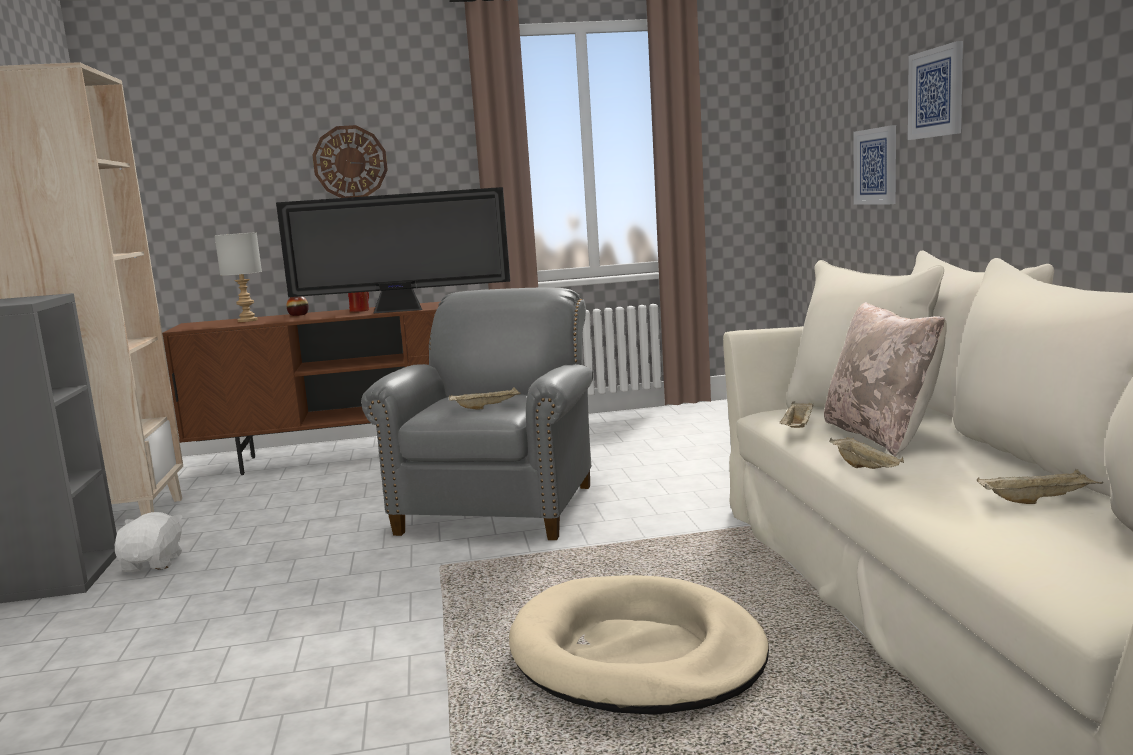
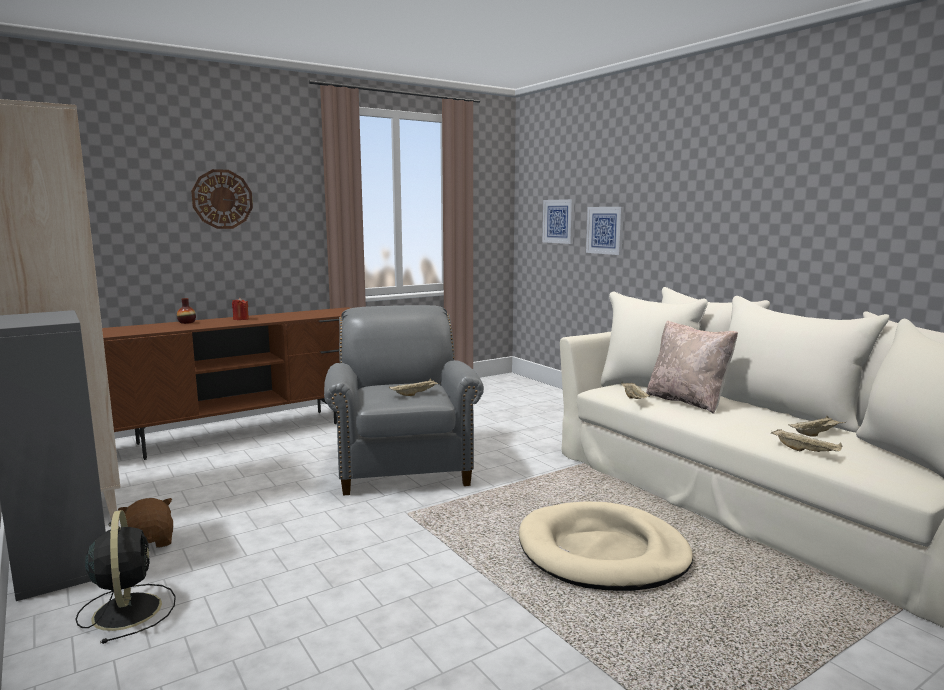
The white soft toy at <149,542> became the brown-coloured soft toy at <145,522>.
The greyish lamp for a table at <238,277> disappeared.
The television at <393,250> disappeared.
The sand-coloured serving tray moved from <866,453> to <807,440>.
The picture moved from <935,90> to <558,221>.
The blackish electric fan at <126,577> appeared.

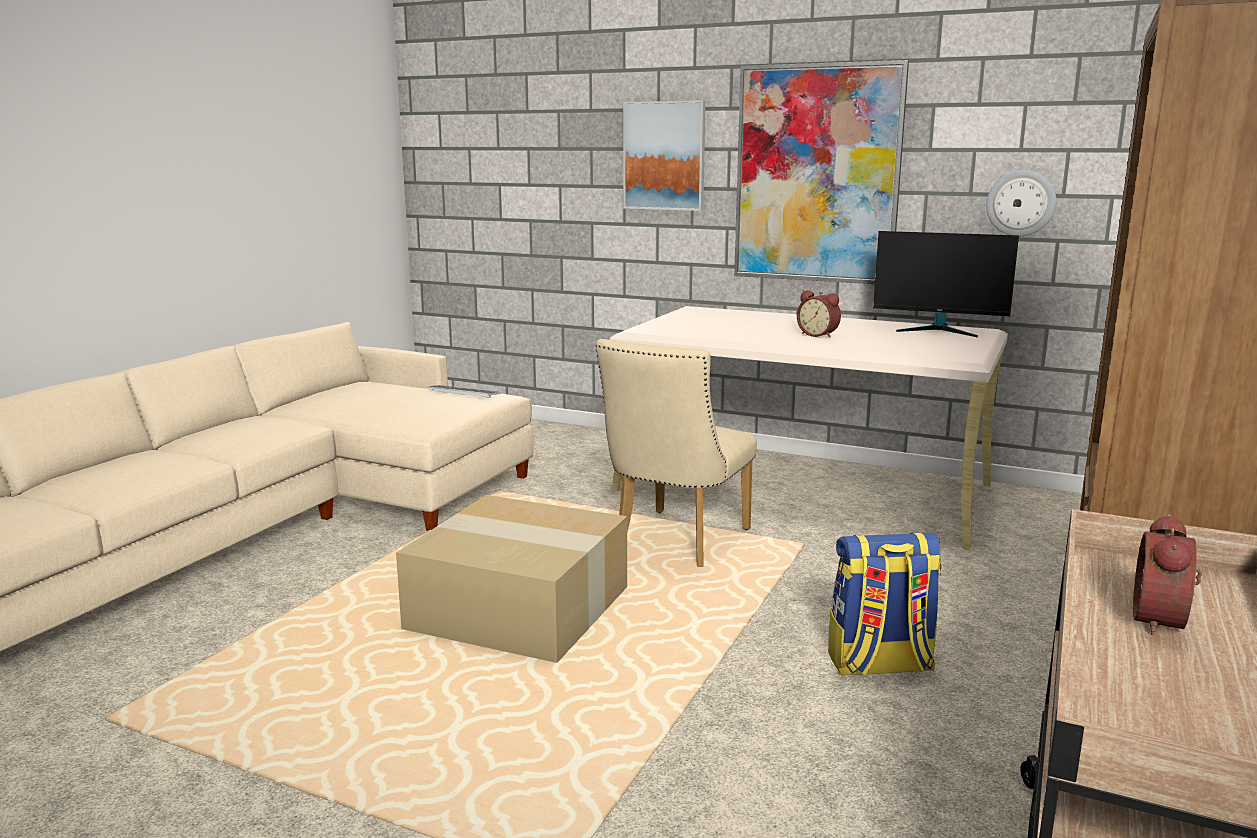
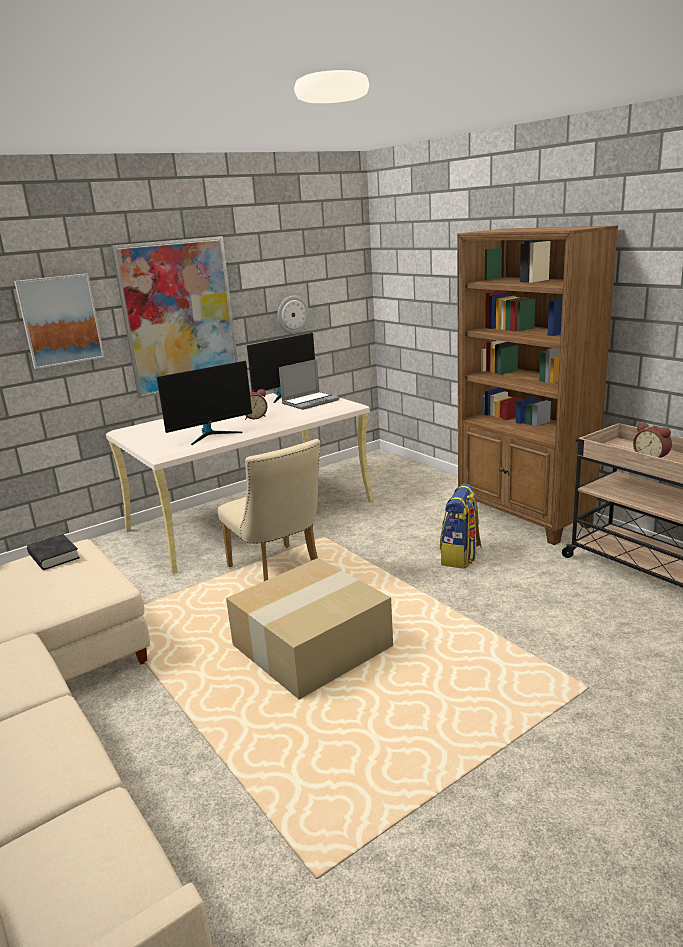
The keyboard at <464,391> was replaced by the blackish volume at <53,552>.
The computer display at <204,403> appeared.
The laptop at <309,384> appeared.

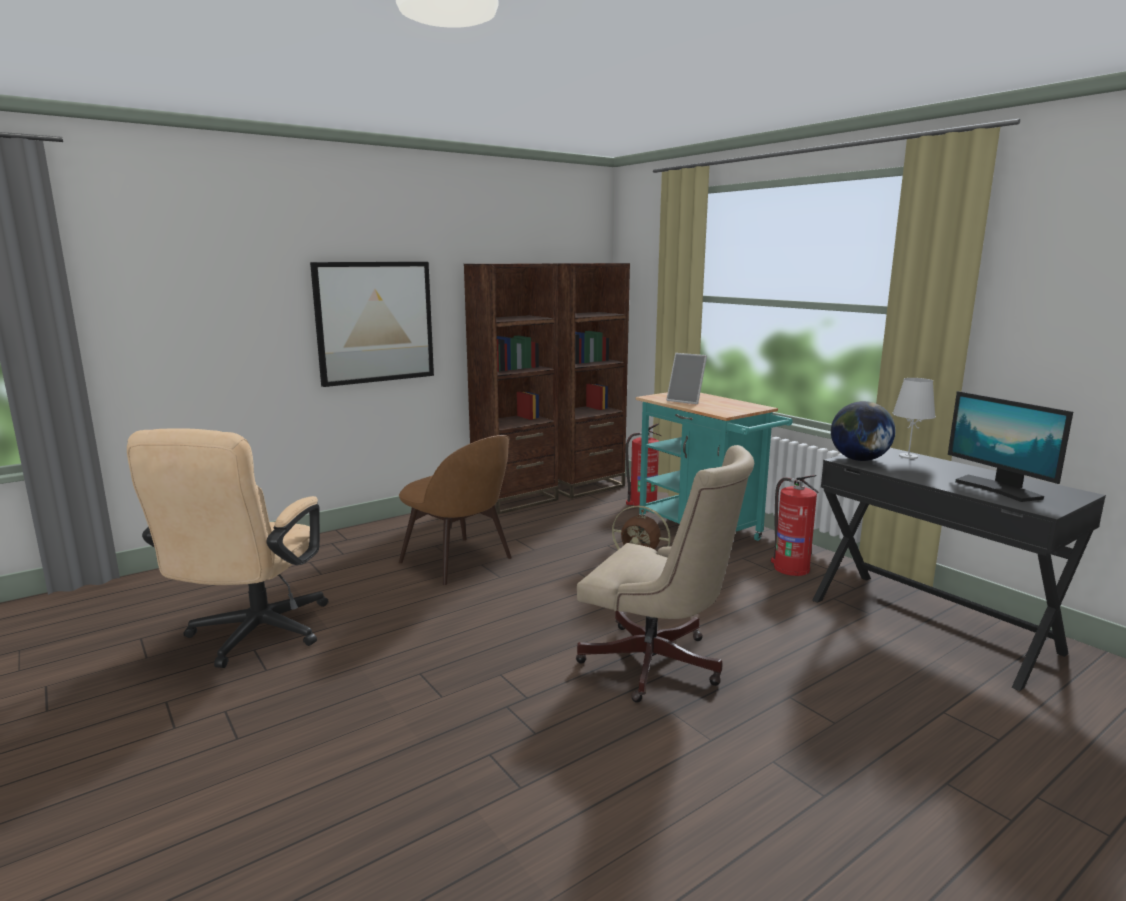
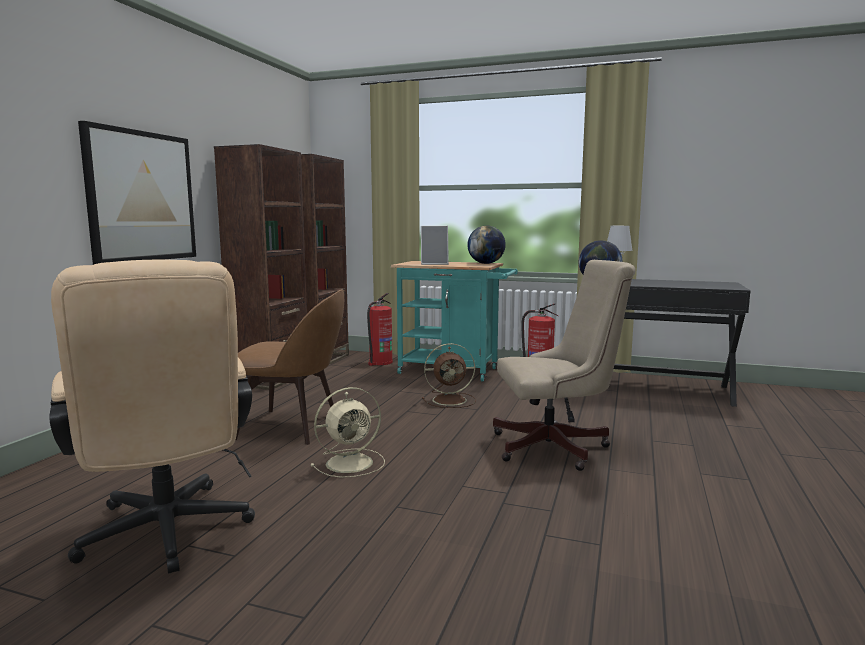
The computer display at <1010,446> disappeared.
The sand-coloured electric fan at <348,432> appeared.
The world globe at <486,245> appeared.

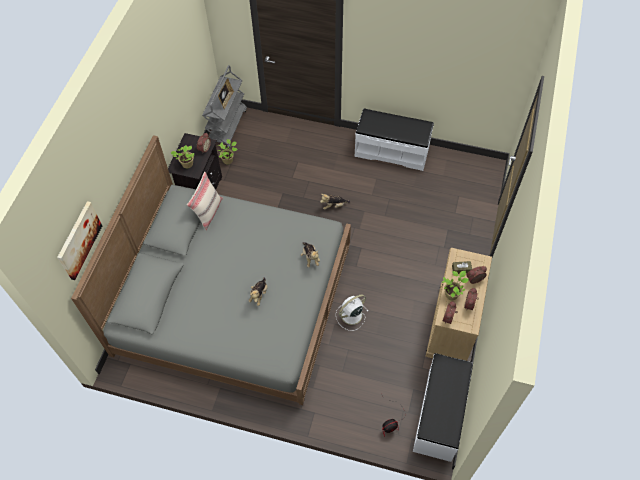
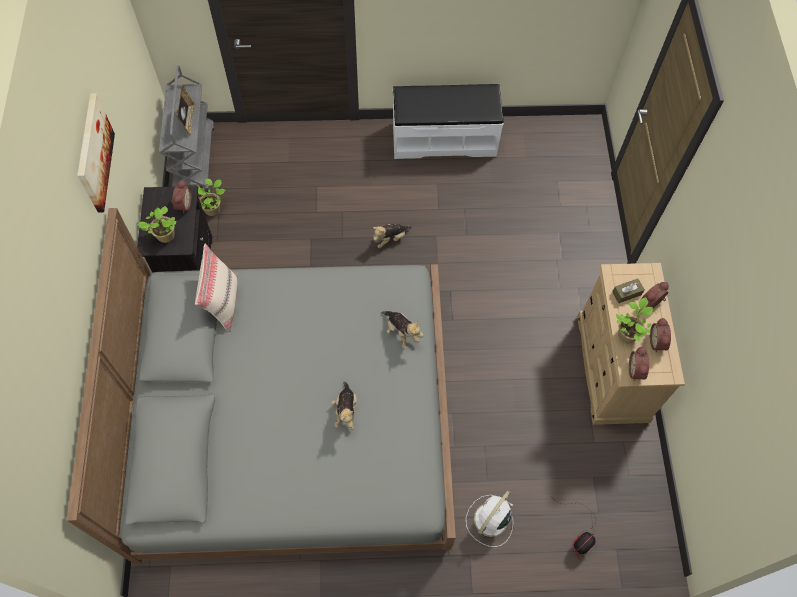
The picture moved from <79,240> to <96,153>.
The white electric fan moved from <352,313> to <490,519>.
The white indoor bench at <442,407> disappeared.

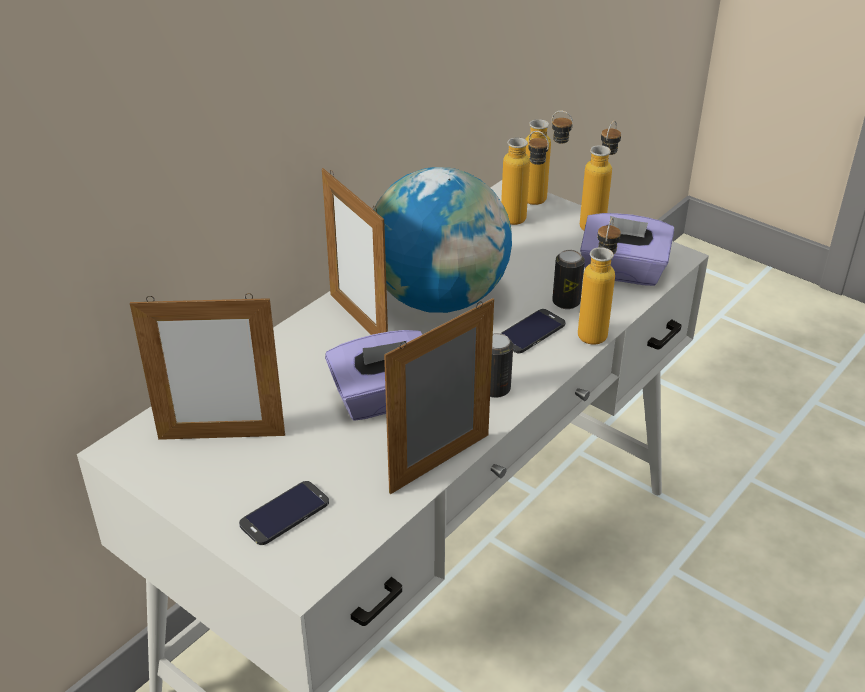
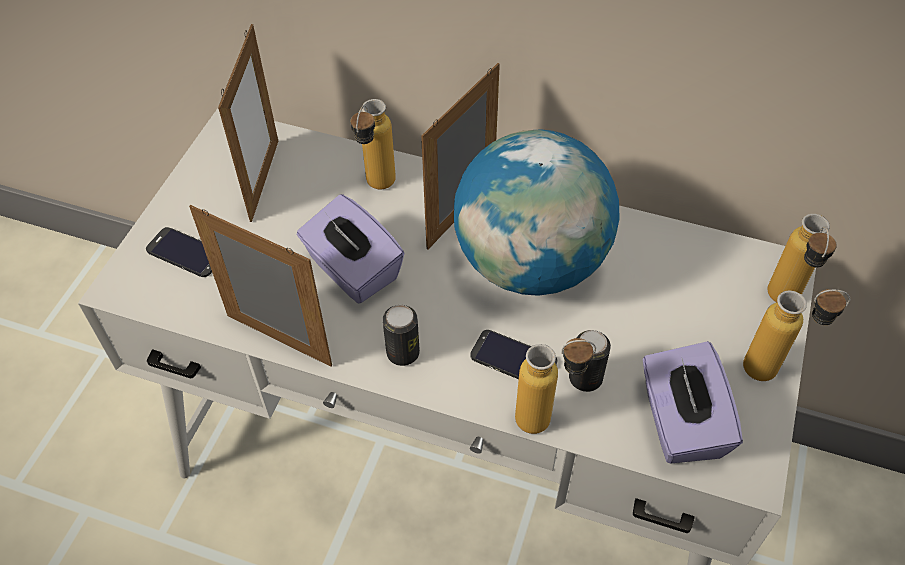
The standing frame at <207,366> turned 150 degrees counterclockwise.
The drink bottle moved from <525,178> to <373,144>.

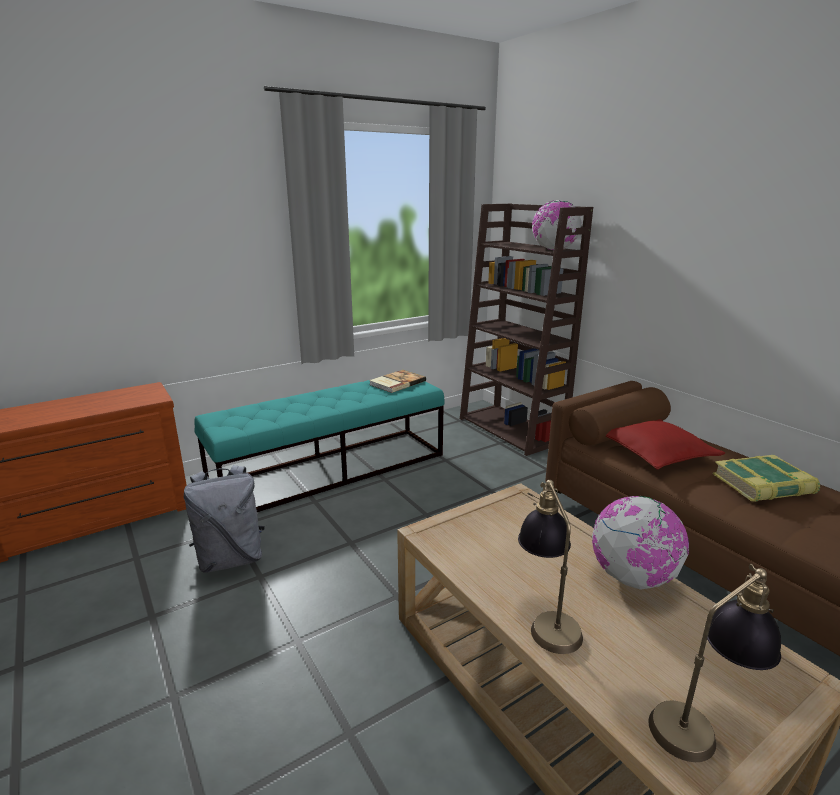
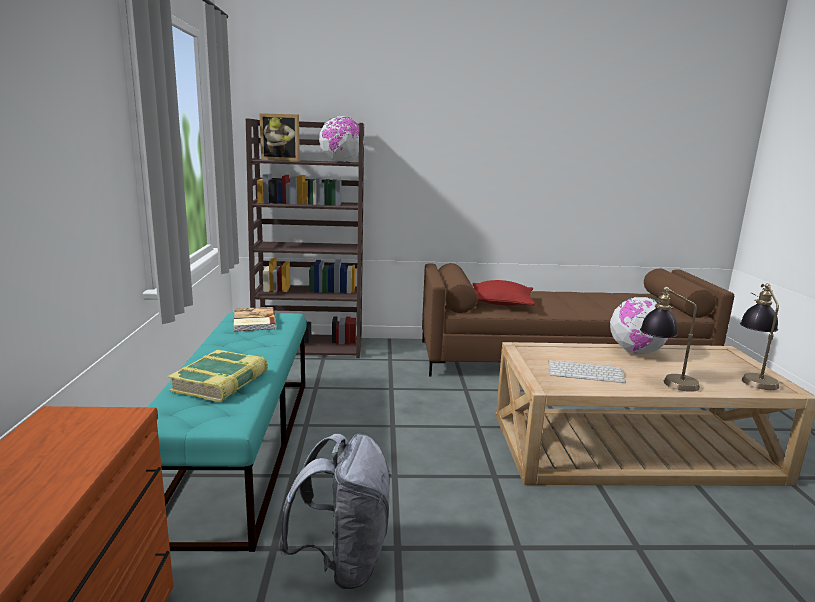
The volume moved from <766,478> to <218,376>.
The standing frame at <279,137> appeared.
The keyboard at <587,371> appeared.

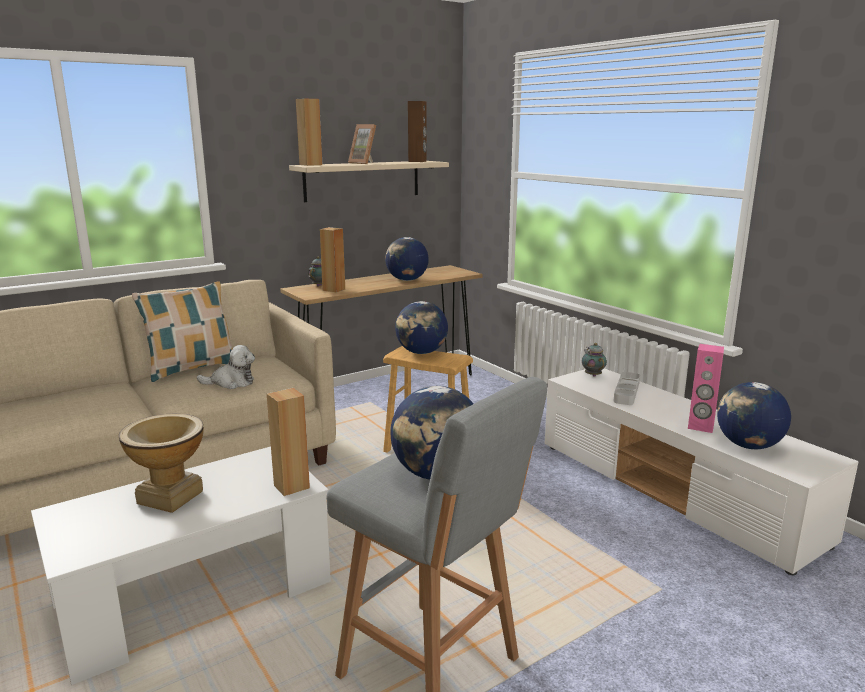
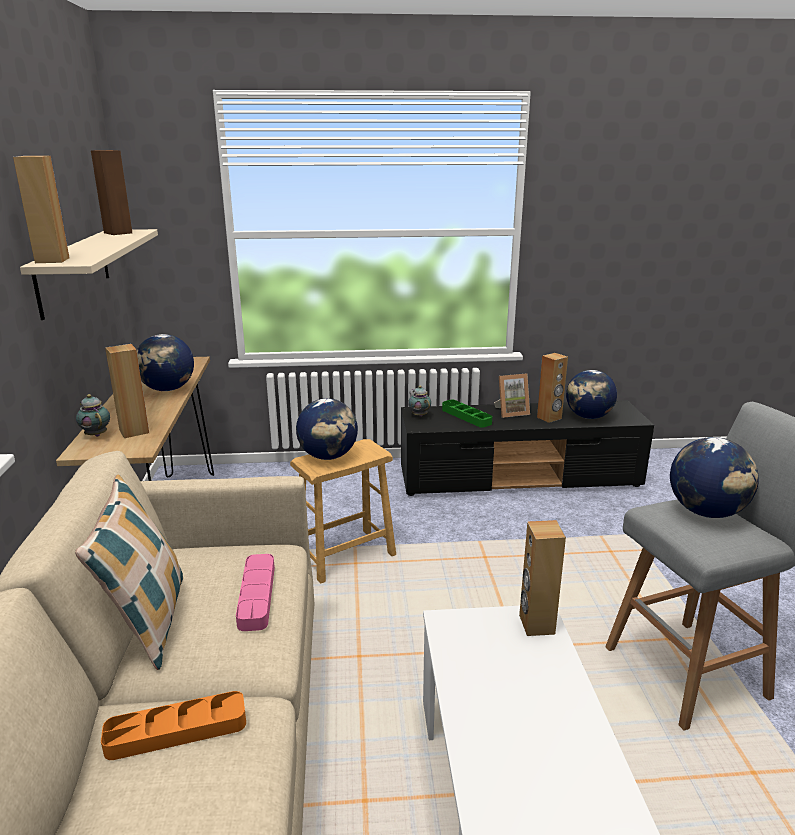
The flower vase at <161,463> disappeared.
The soft toy at <226,367> was replaced by the pinkish serving tray at <255,592>.
The standing frame moved from <362,144> to <512,395>.
The white media console at <702,471> became the blackish media console at <527,448>.
The tea pot at <594,360> turned 45 degrees clockwise.
The greyish serving tray at <626,388> became the greenish serving tray at <467,414>.
The pinkish speaker at <706,388> became the brown-coloured speaker at <552,388>.
The orange-coloured serving tray at <173,725> appeared.

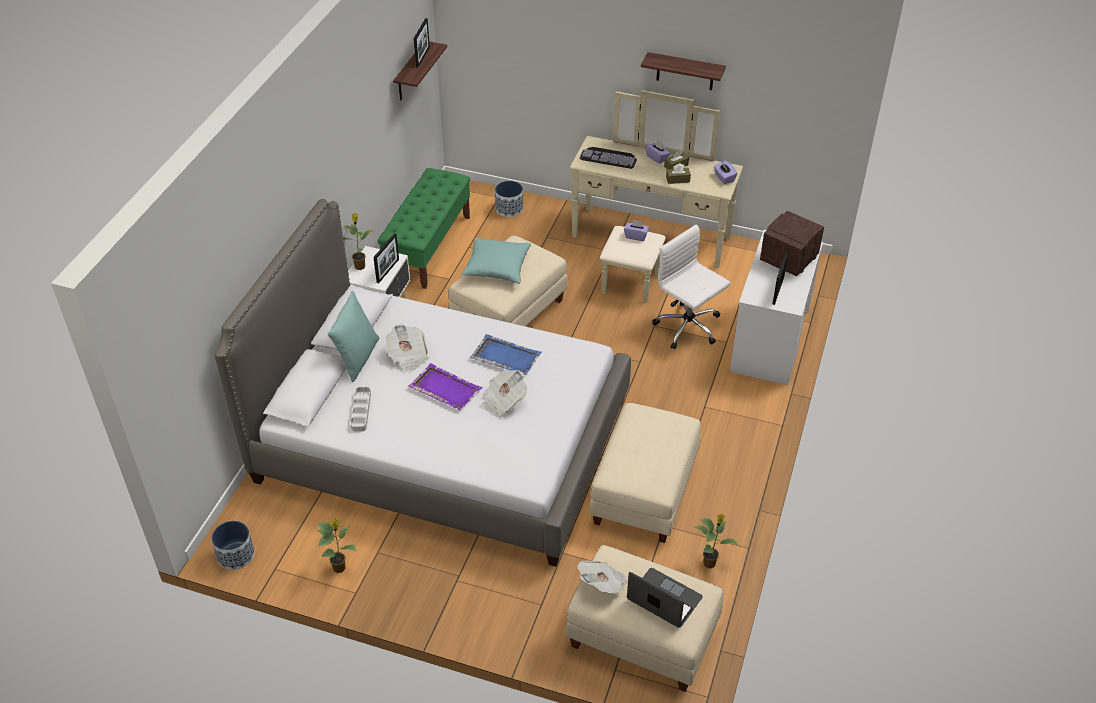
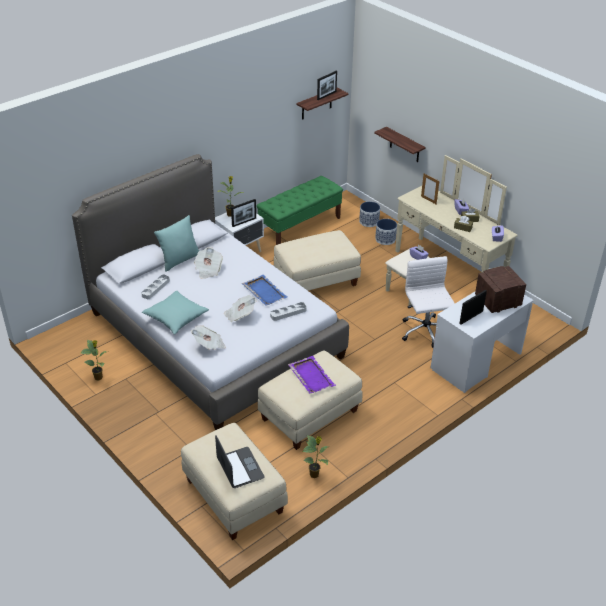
The planter moved from <233,545> to <386,232>.
The purplish serving tray moved from <445,386> to <312,375>.
The turquoise-coloured throw pillow moved from <496,261> to <175,313>.
The daily paper moved from <602,577> to <208,337>.
The keyboard at <608,158> was replaced by the standing frame at <430,189>.
The shelf moved from <683,71> to <400,144>.
The greyish serving tray at <288,311> appeared.

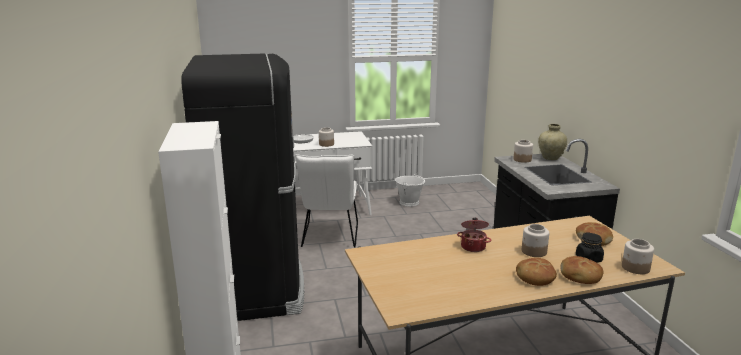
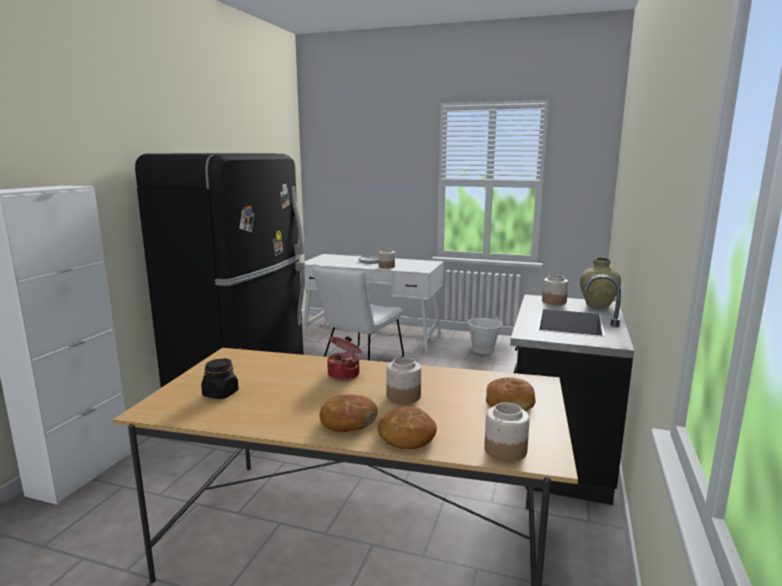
The blackish storage jar moved from <590,247> to <220,378>.

